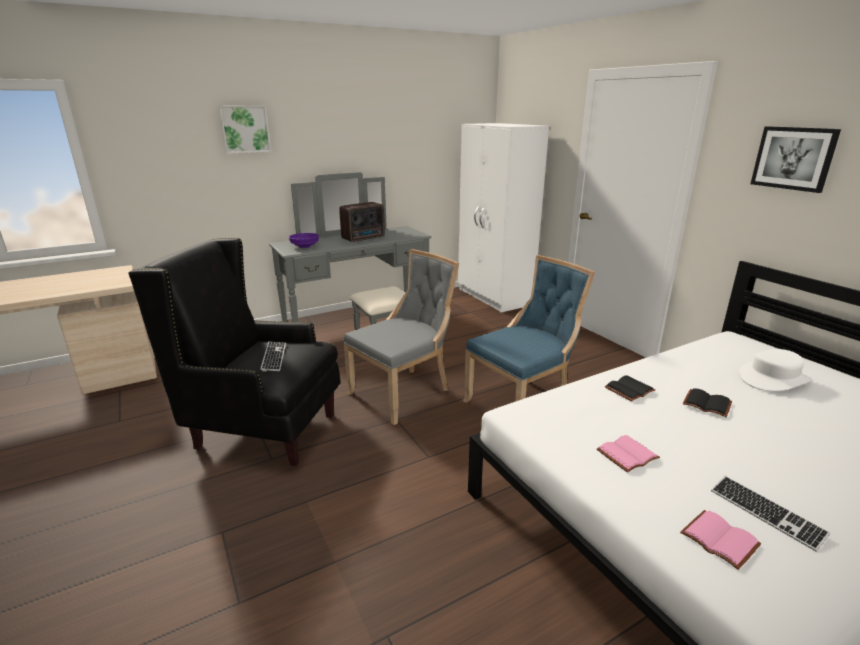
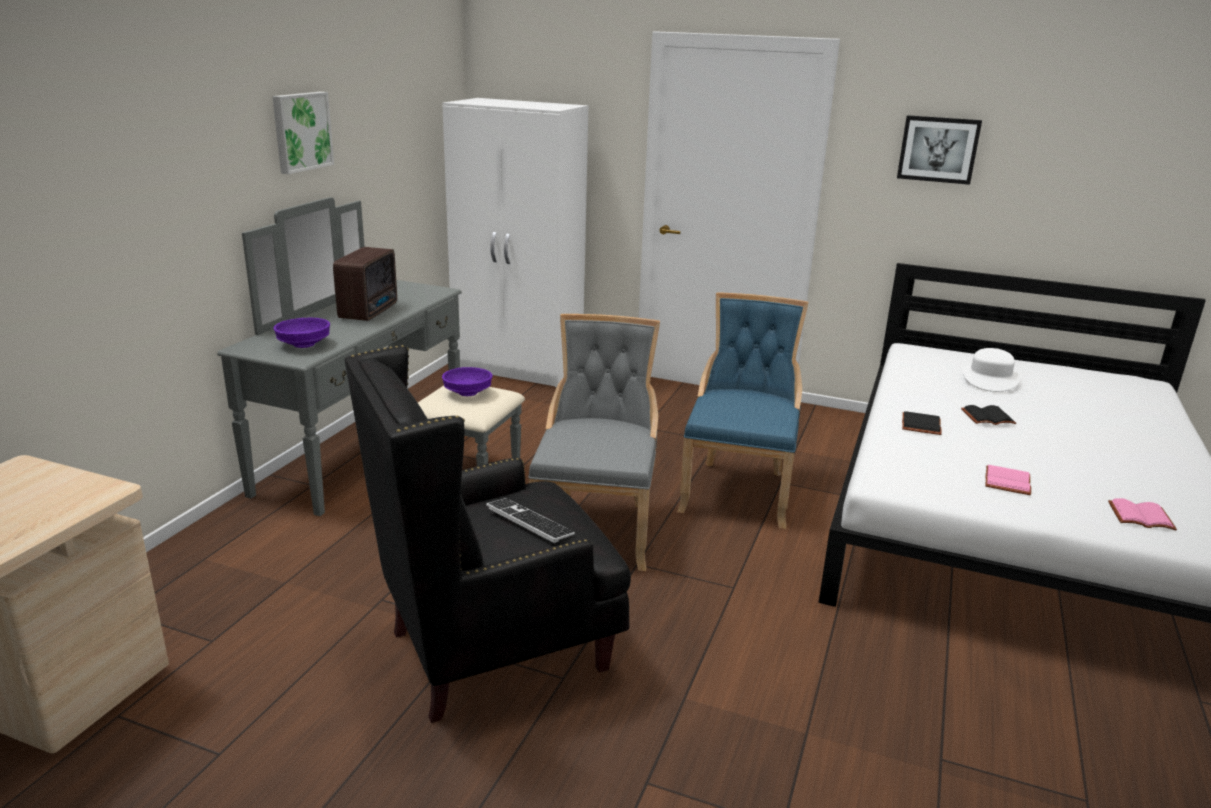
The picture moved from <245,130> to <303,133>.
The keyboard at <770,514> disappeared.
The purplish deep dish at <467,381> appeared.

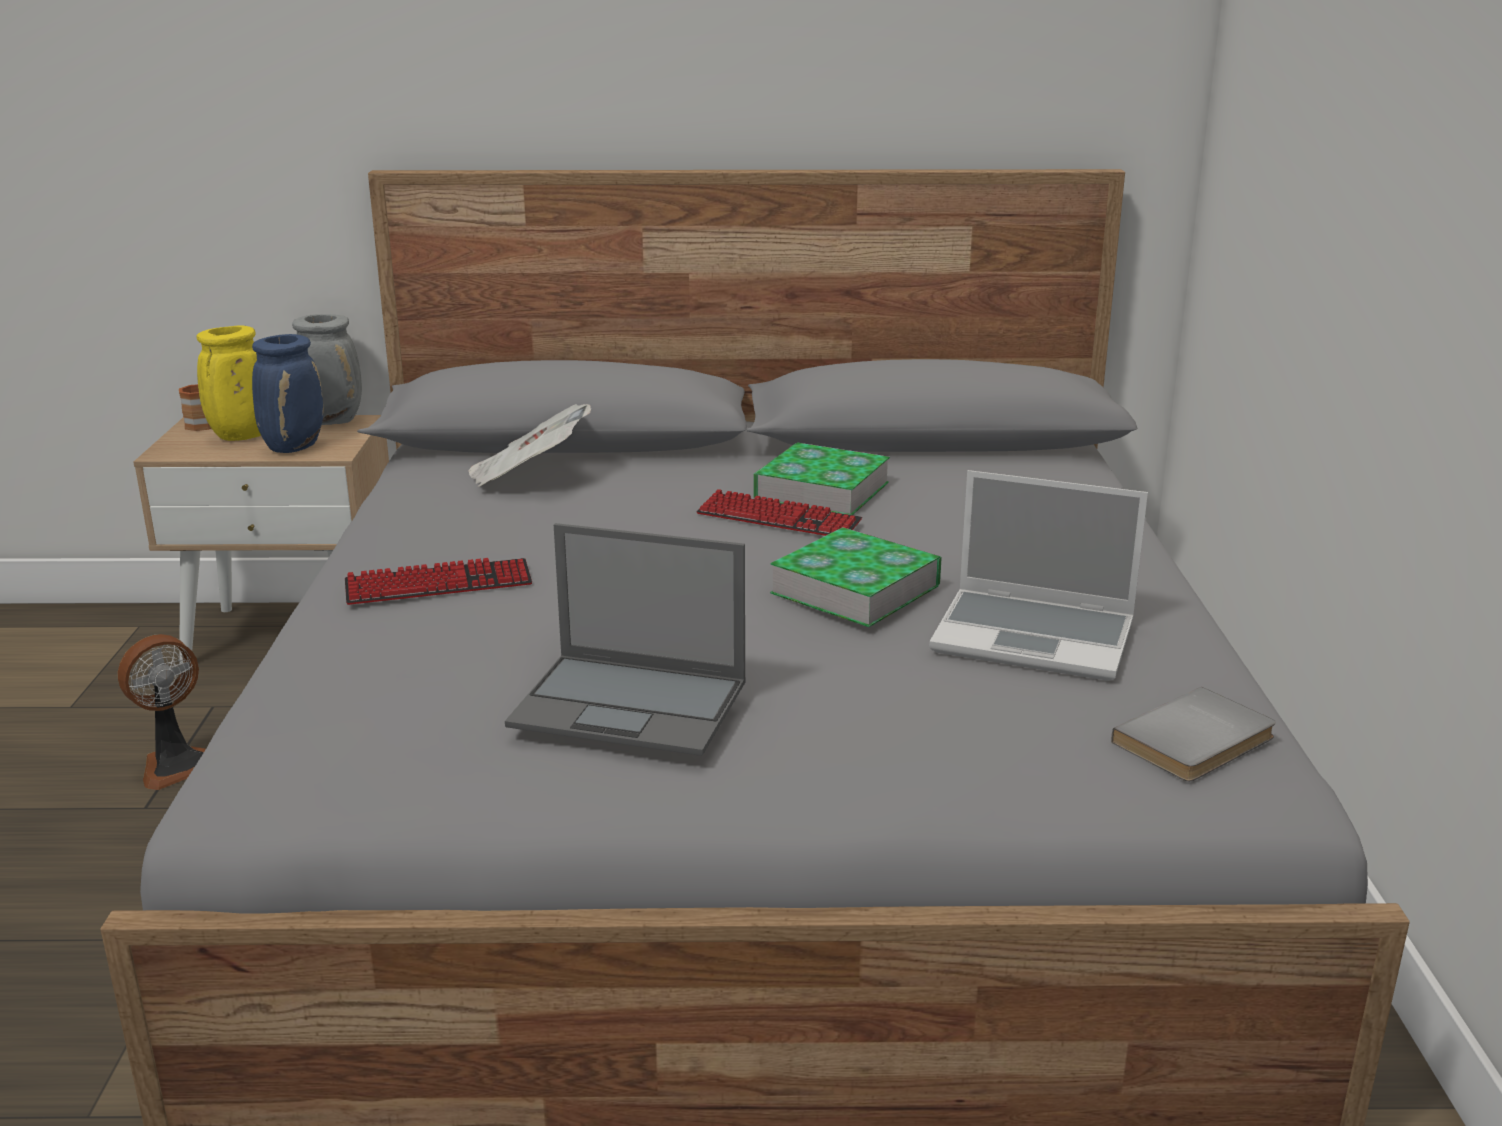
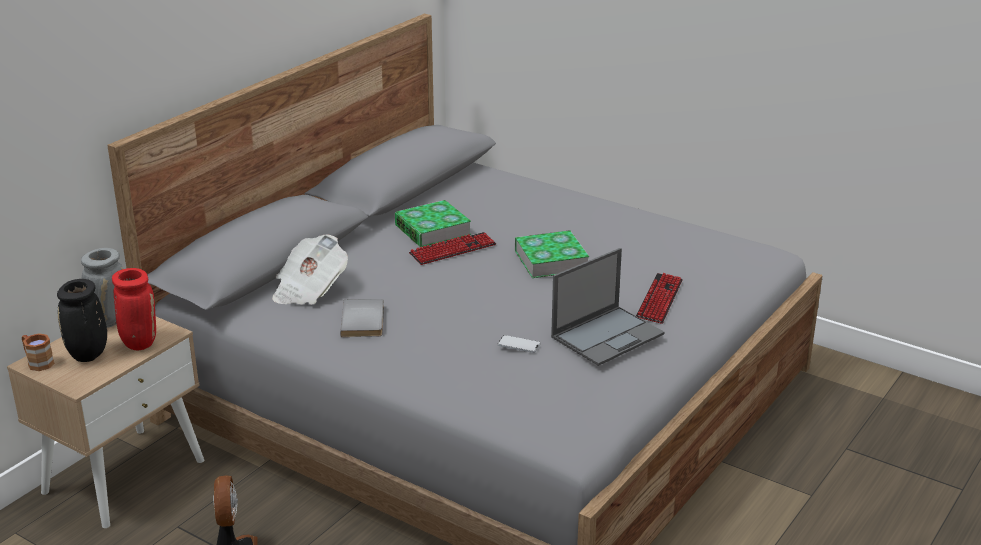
The yellow flower vase at <228,383> became the blackish flower vase at <82,320>.
The bluish flower vase at <288,393> became the red flower vase at <134,309>.
The keyboard moved from <438,581> to <659,298>.
The laptop at <1038,575> disappeared.
The greyish volume moved from <1193,734> to <362,318>.
The phone at <519,344> appeared.

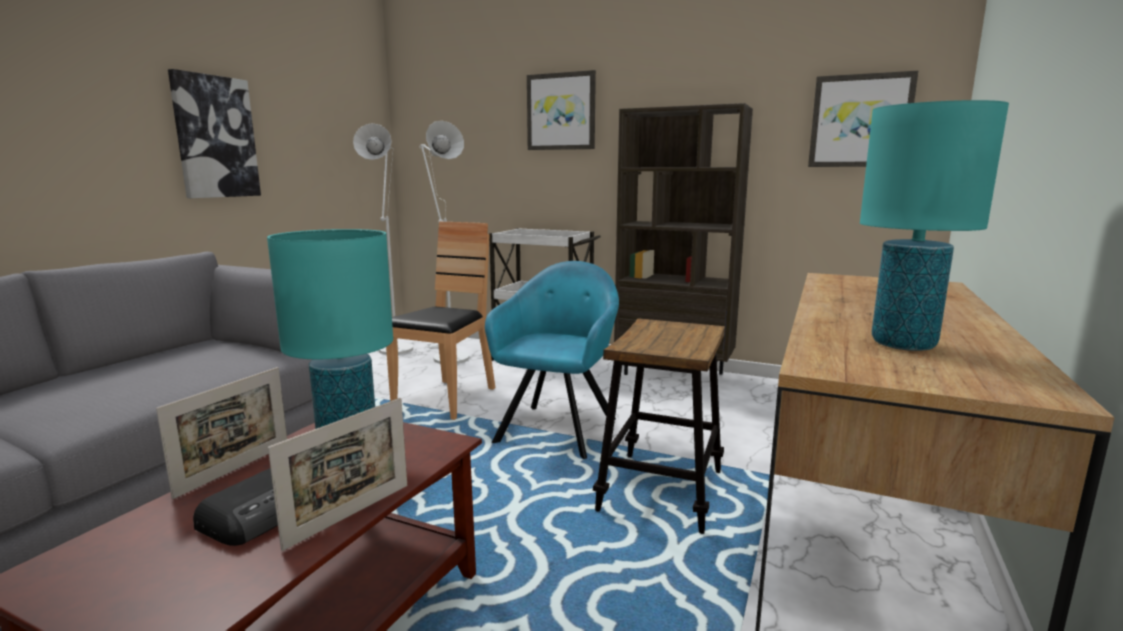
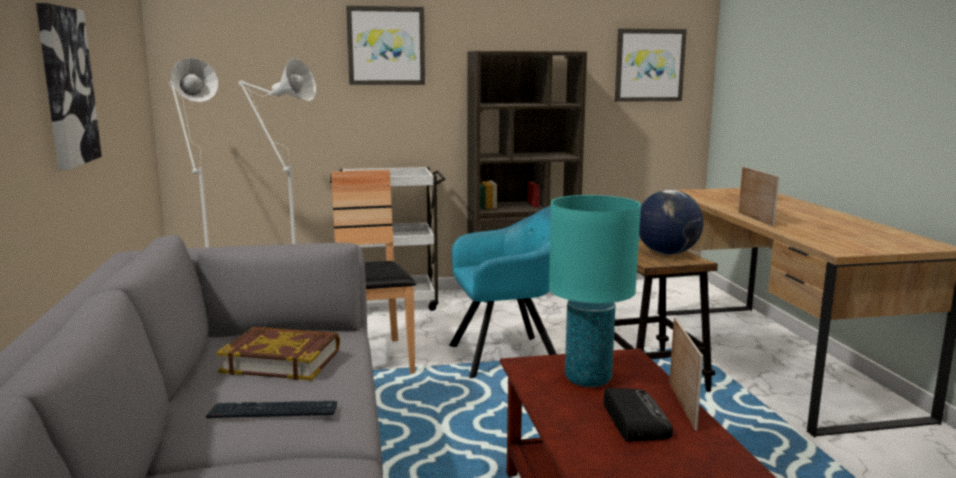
The standing frame moved from <221,433> to <758,196>.
The turquoise-coloured armchair at <552,360> turned 90 degrees clockwise.
The turquoise-coloured lamp for a table at <934,225> disappeared.
The keyboard at <271,409> appeared.
The volume at <278,353> appeared.
The world globe at <671,222> appeared.

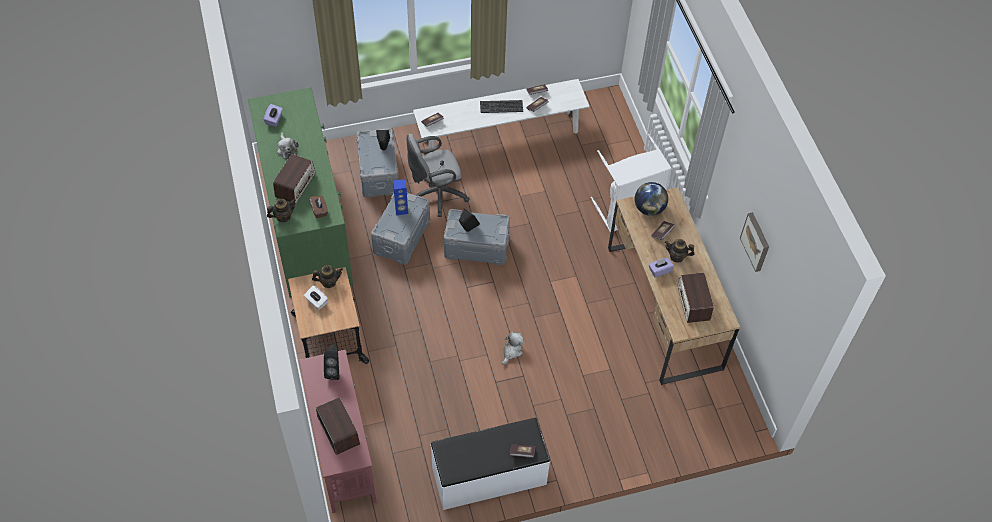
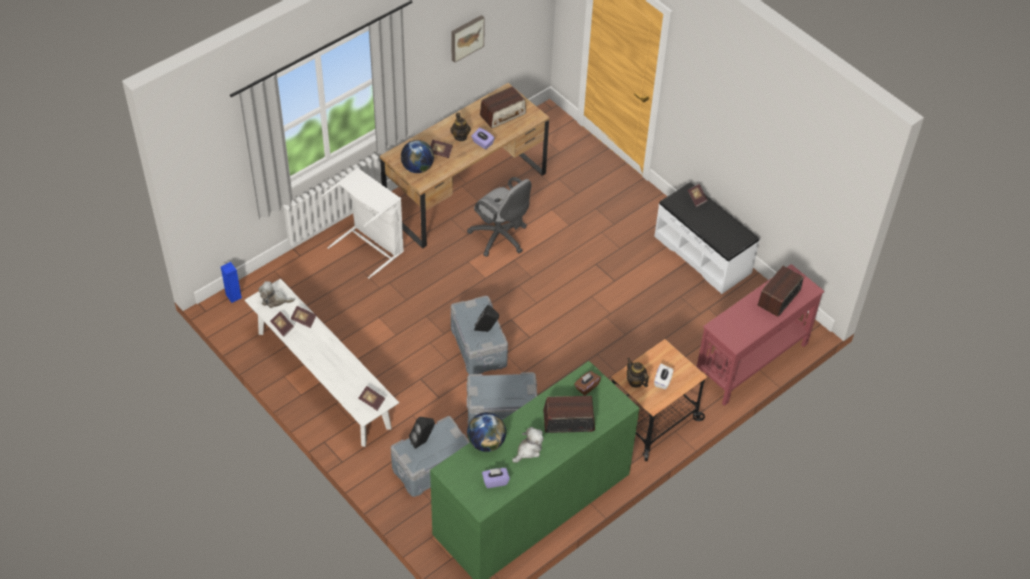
The tea pot at <281,210> disappeared.
The blackish speaker at <332,362> disappeared.
The bluish speaker moved from <400,197> to <231,282>.
The greyish office chair moved from <438,175> to <499,217>.
The keyboard at <501,106> disappeared.
The soft toy moved from <513,348> to <277,294>.
The world globe at <486,432> appeared.

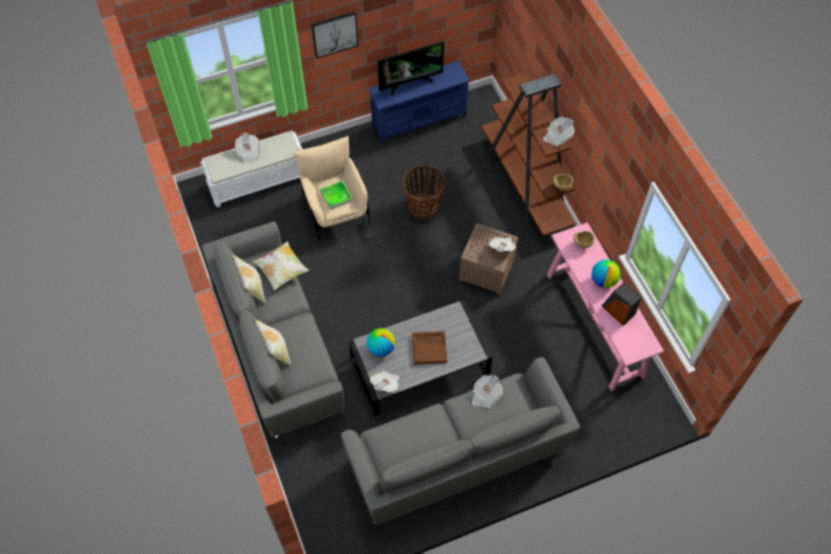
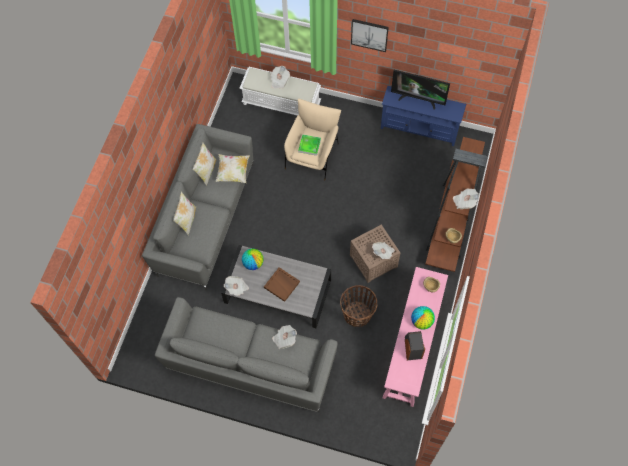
The household basket moved from <424,192> to <359,306>.

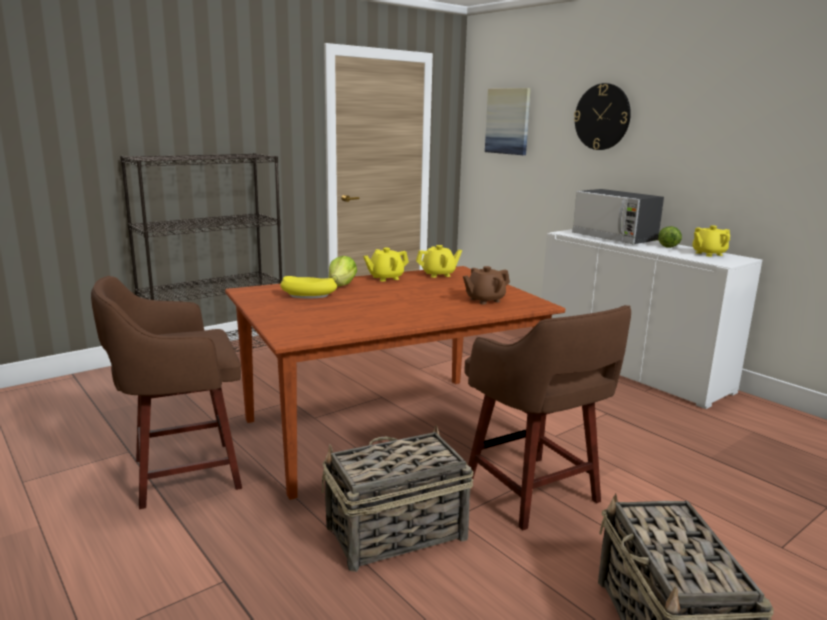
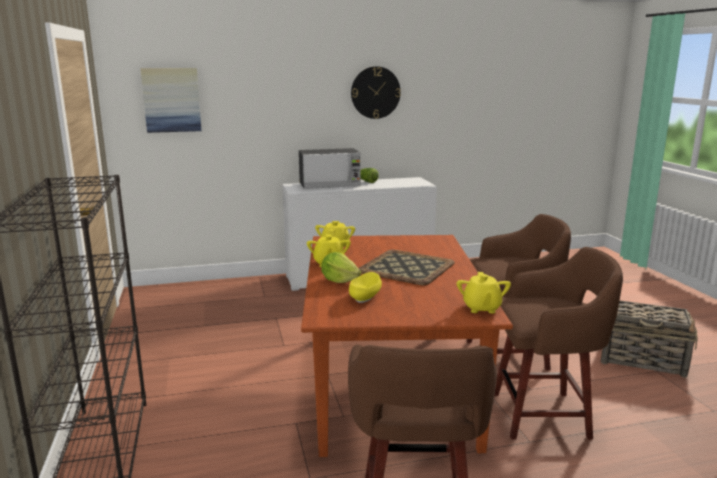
The household basket at <397,498> was replaced by the brown-coloured stool at <559,343>.
The brown-coloured tea pot at <486,285> disappeared.
The clock on the wall moved from <602,116> to <376,92>.
The yellow tea pot moved from <711,241> to <484,293>.
The serving tray at <407,267> appeared.

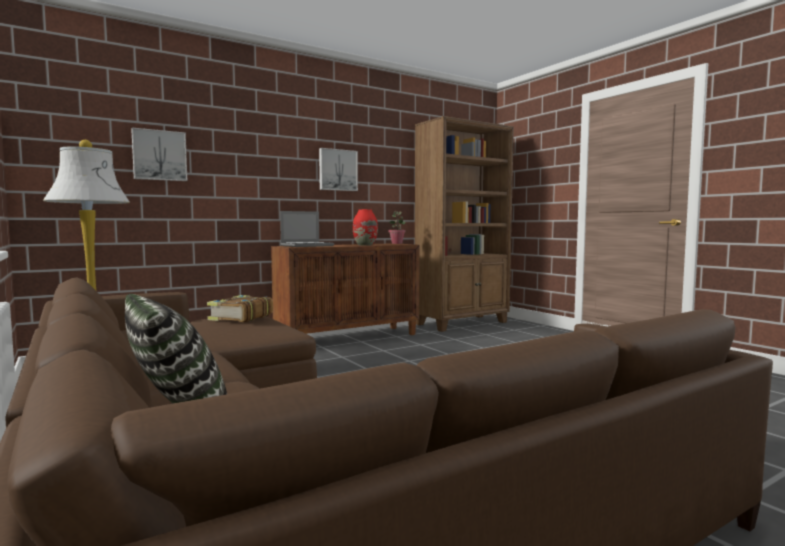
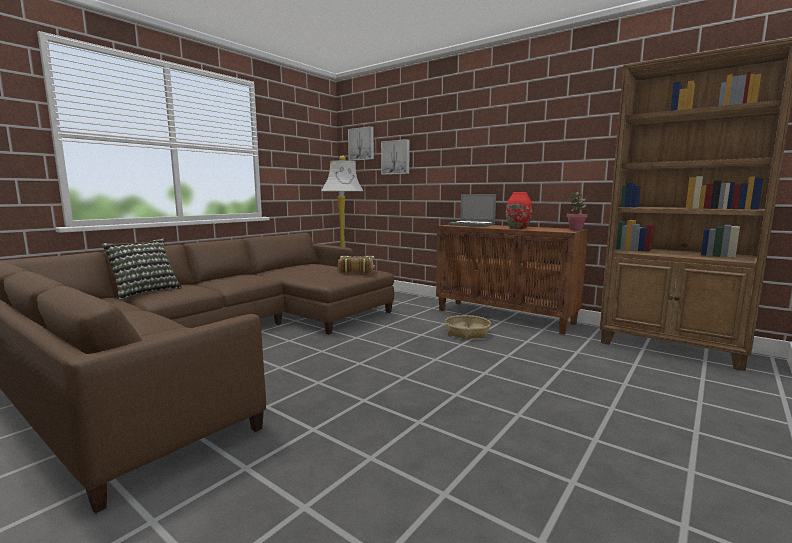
The picture moved from <338,169> to <361,143>.
The household basket at <468,327> appeared.

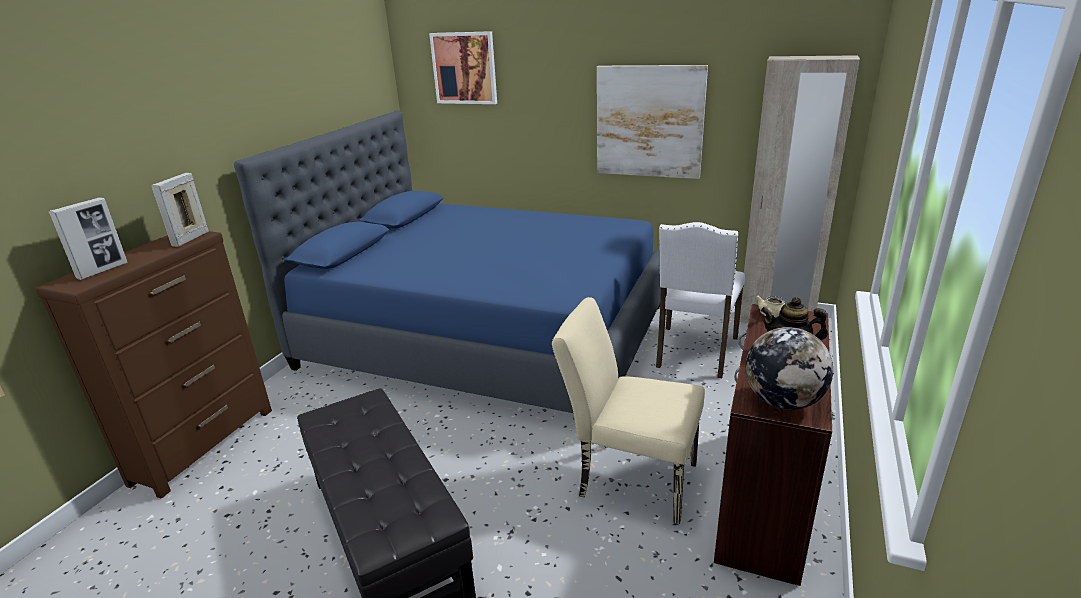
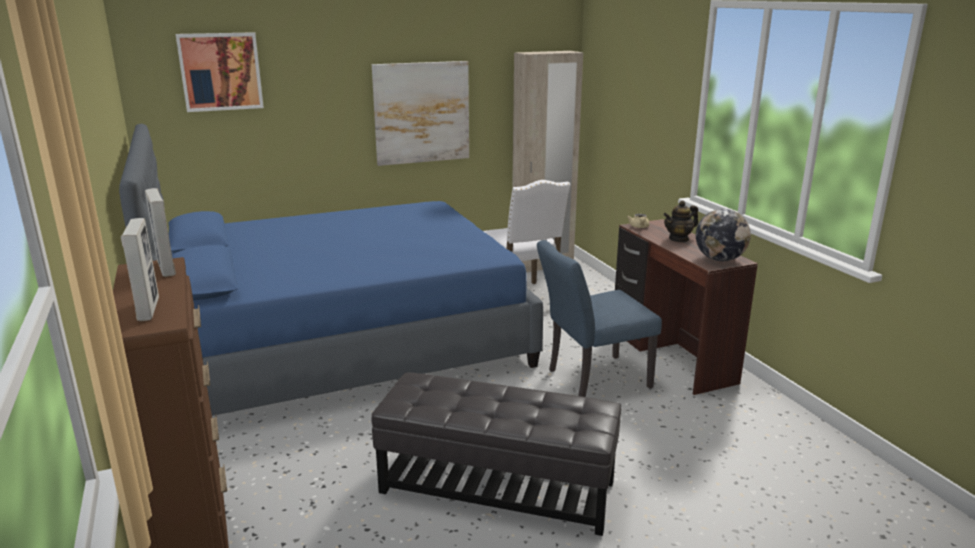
The sand-coloured upright chair at <628,410> became the bluish upright chair at <599,318>.

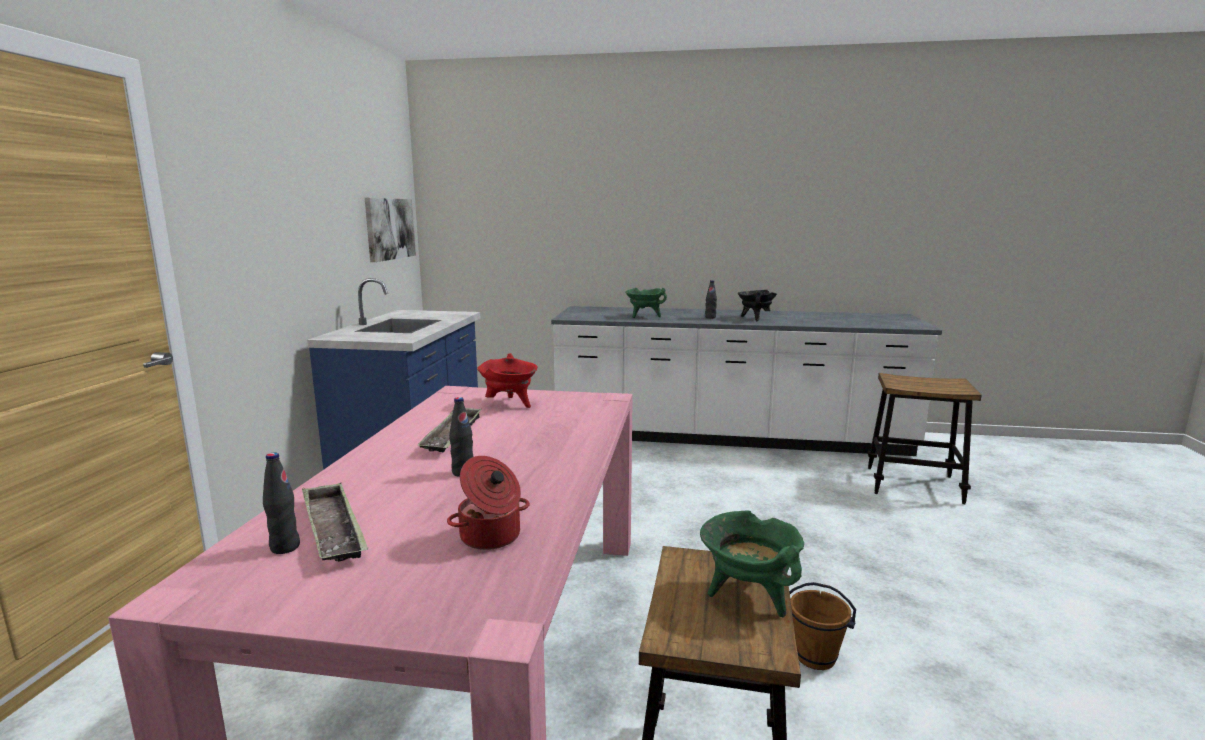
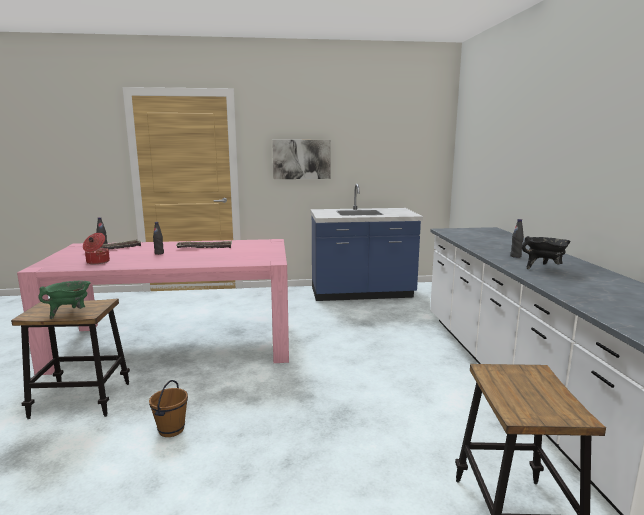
The picture moved from <390,230> to <301,159>.
The red cooking pot at <507,380> disappeared.
The greenish cooking pot at <646,303> disappeared.

